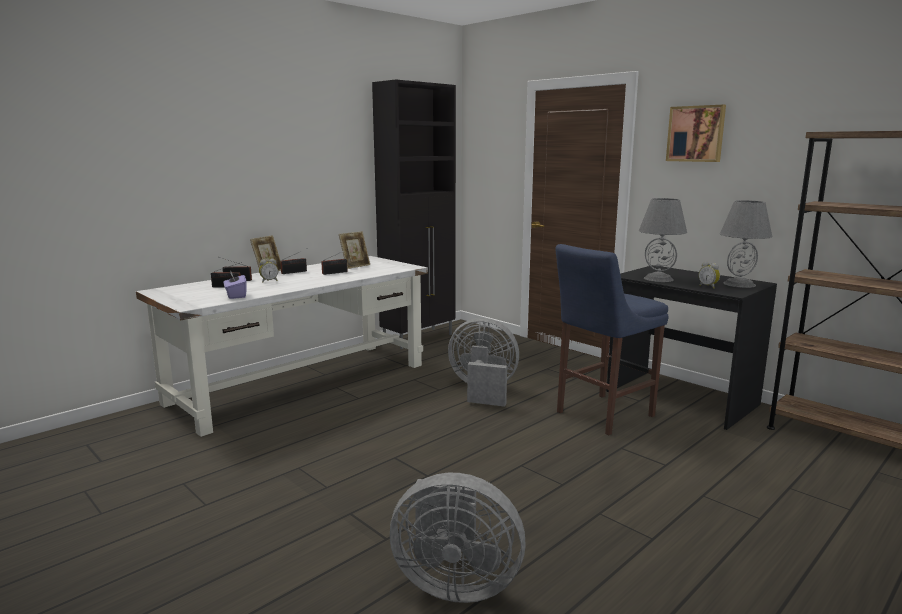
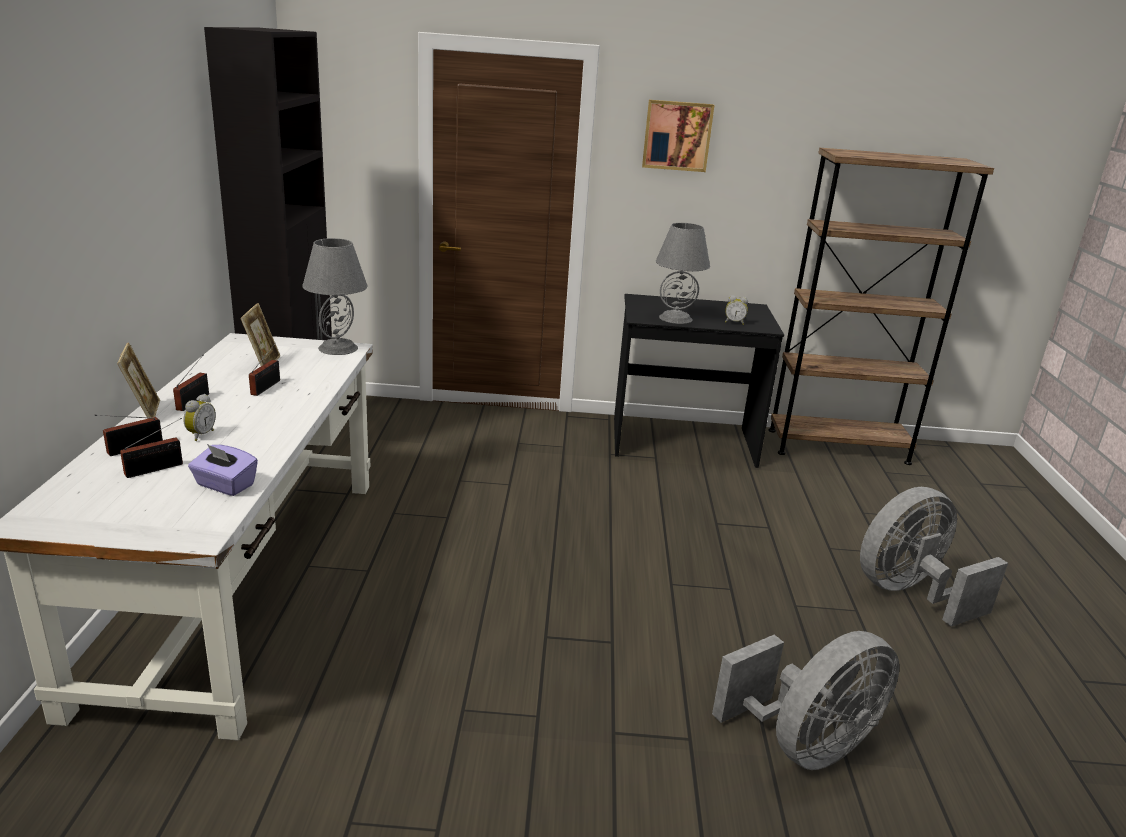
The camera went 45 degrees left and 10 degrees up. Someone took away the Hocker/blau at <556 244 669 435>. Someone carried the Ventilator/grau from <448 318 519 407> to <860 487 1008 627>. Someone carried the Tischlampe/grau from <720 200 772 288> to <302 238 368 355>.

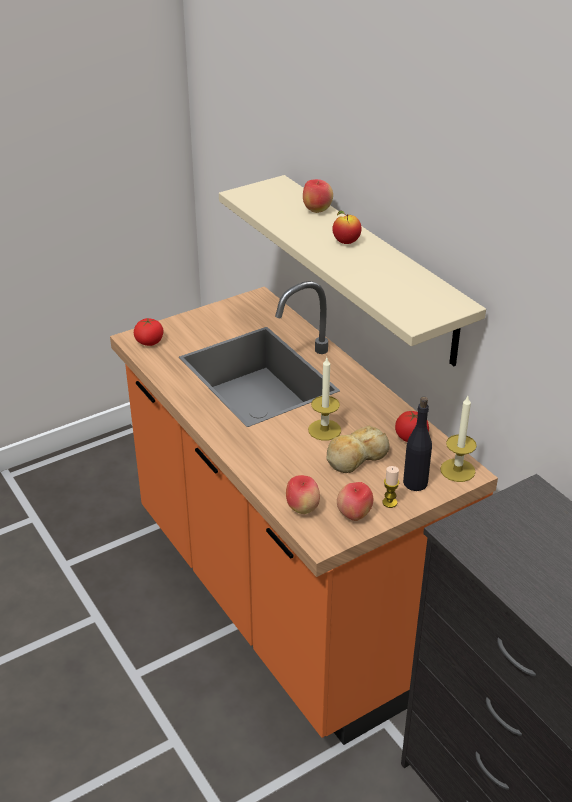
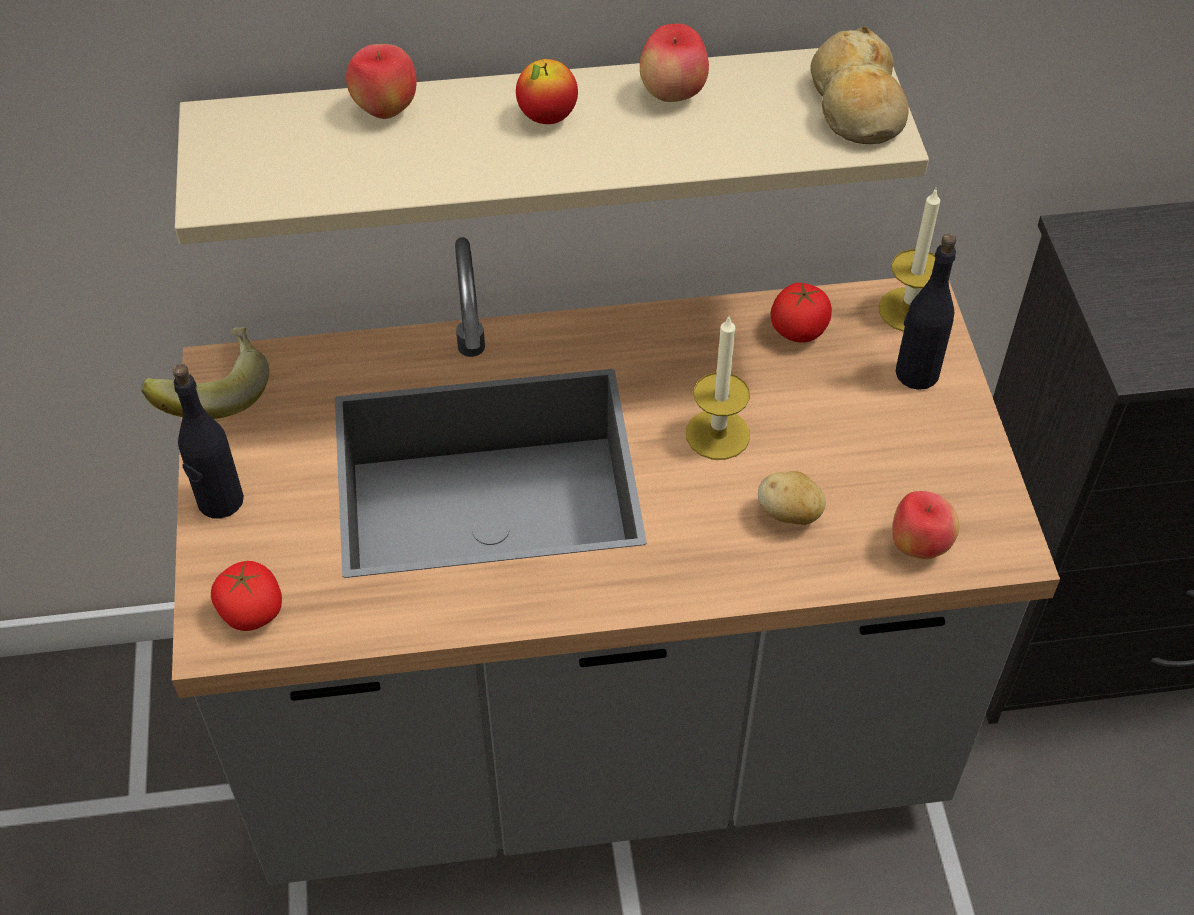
The camera went 65 degrees left and 15 degrees up. Someone took away the Kerze at <382 466 399 508>. Someone put down the Banane at <141 327 269 419>. Someone put down the Flasche/schwarz at <173 364 244 519>. Someone put down the Kartoffel at <758 471 826 525>. Someone carried the Brot from <326 426 390 473> to <811 26 909 144>. Someone carried the Apfel from <337 482 373 521> to <640 24 709 102>. Someone repainted the Küchenzeile/orange at <110 281 498 745>, which became the Küchenzeile/grau at <172 237 1060 885>.

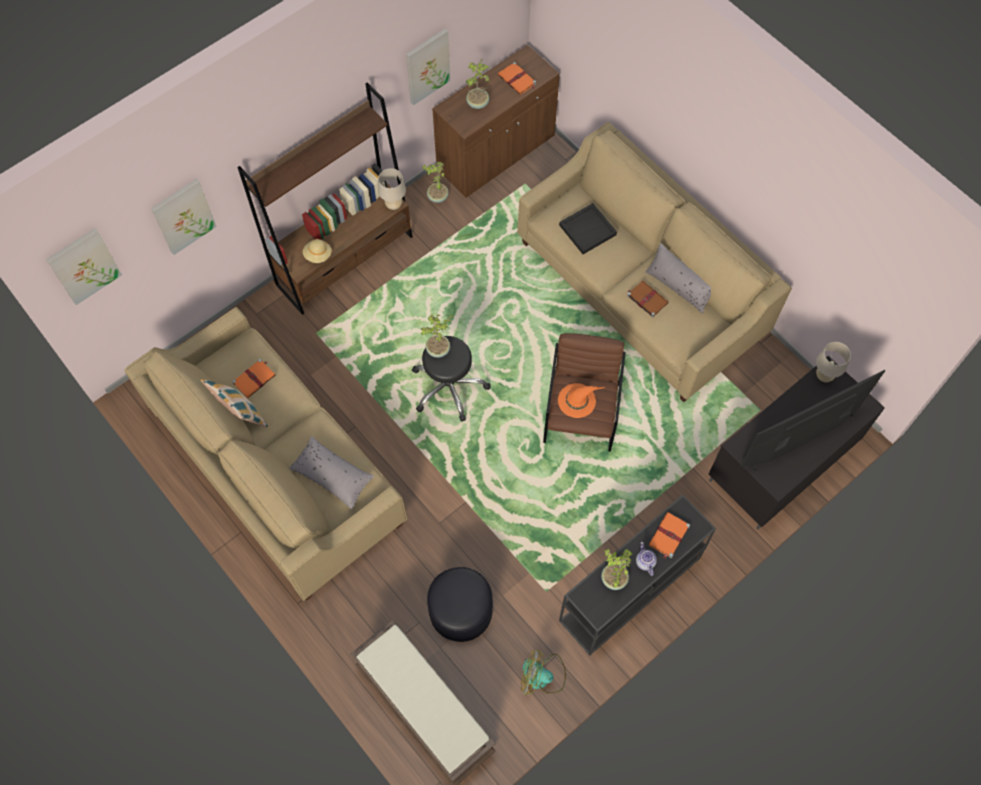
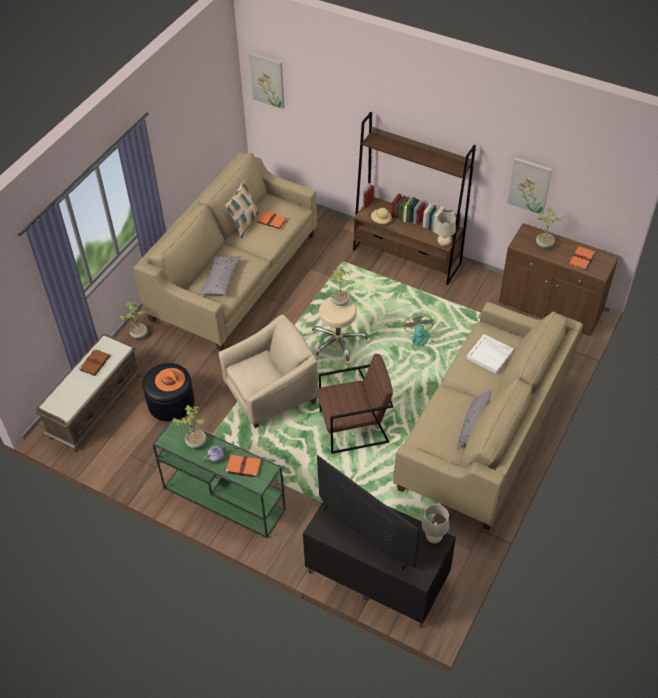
The camera went 70 degrees right and 15 degrees down. Someone took away the Bild at <151 179 217 255>. Someone put down the Sessel/beige at <219 314 318 428>. Someone carried the Topfpflanze from <422 162 449 203> to <119 302 148 339>. Someone carried the Ventilator from <521 650 566 694> to <403 314 434 355>. Someone carried the Hut/orange from <558 383 605 418> to <155 368 185 391>. Someone carried the Buch/braun from <627 280 669 318> to <79 349 110 376>. Someone repainted the Hocker/schwarz at <412 336 491 422>, which became the Hocker/beige at <309 297 370 366>. Someone repainted the Tablett/schwarz at <559 203 617 254>, which became the Tablett/weiß at <466 334 514 374>. Someone repainted the Konsolentisch/schwarz at <559 495 716 656>, which became the Konsolentisch/grün at <152 418 286 538>.

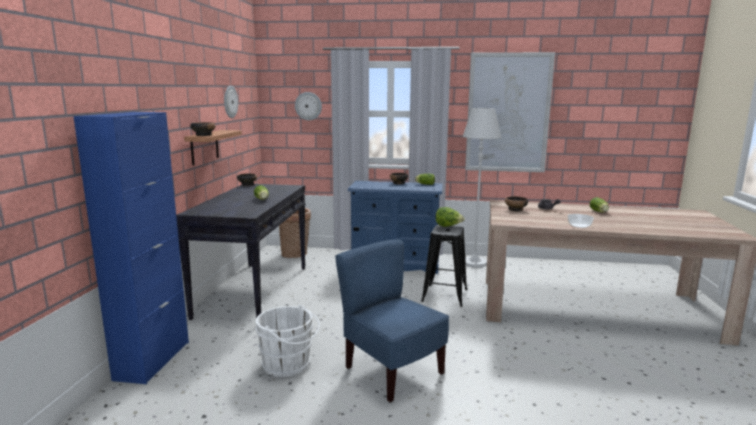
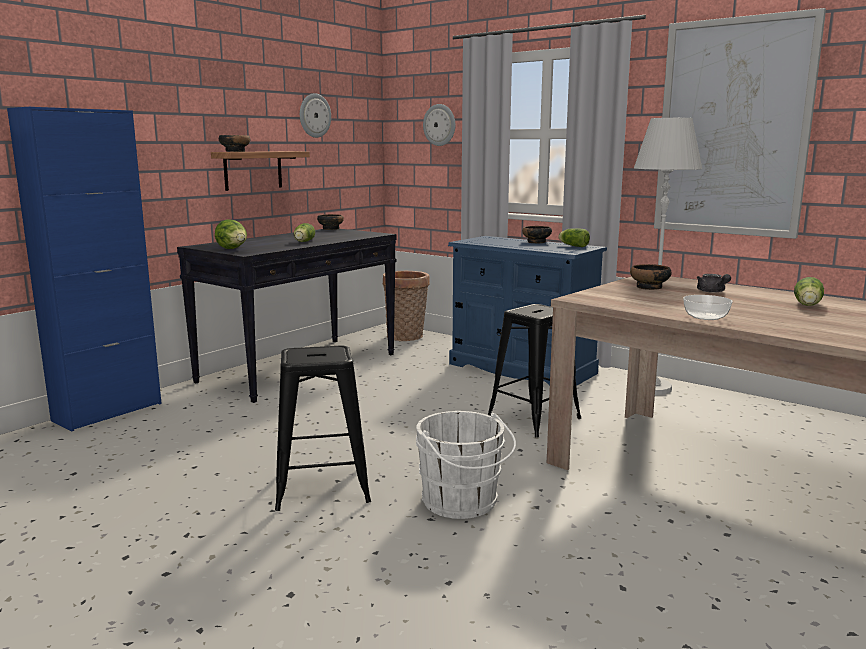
The camera went 30 degrees right and 0 degrees up. Someone carried the Eimer/weiß from <255 305 320 377> to <416 411 516 519>. Someone carried the Salatkopf from <435 207 465 227> to <215 219 247 249>. Someone swapped the Stuhl/blau at <335 239 449 403> for the Hocker/schwarz at <275 345 371 511>.

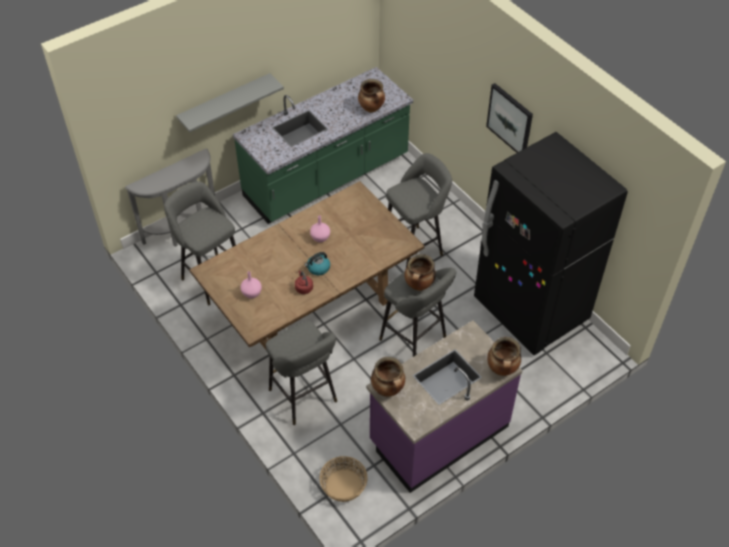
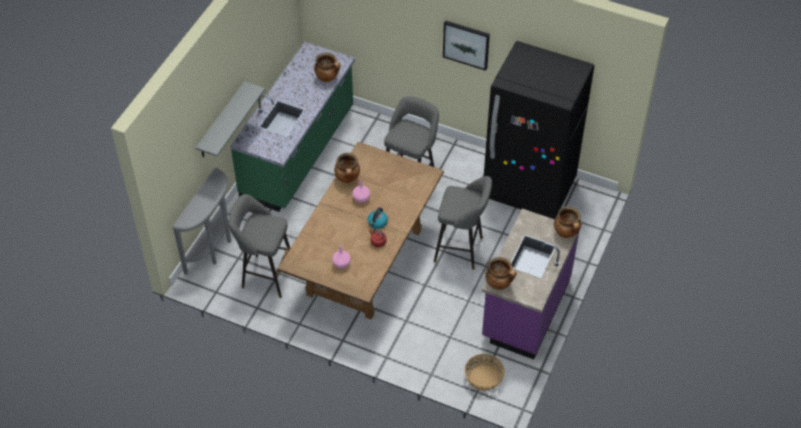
The camera went 30 degrees left and 0 degrees up. Someone took away the Hocker/grau at <266 321 337 425>. Someone carried the Kochtopf from <404 254 436 291> to <334 153 360 183>.

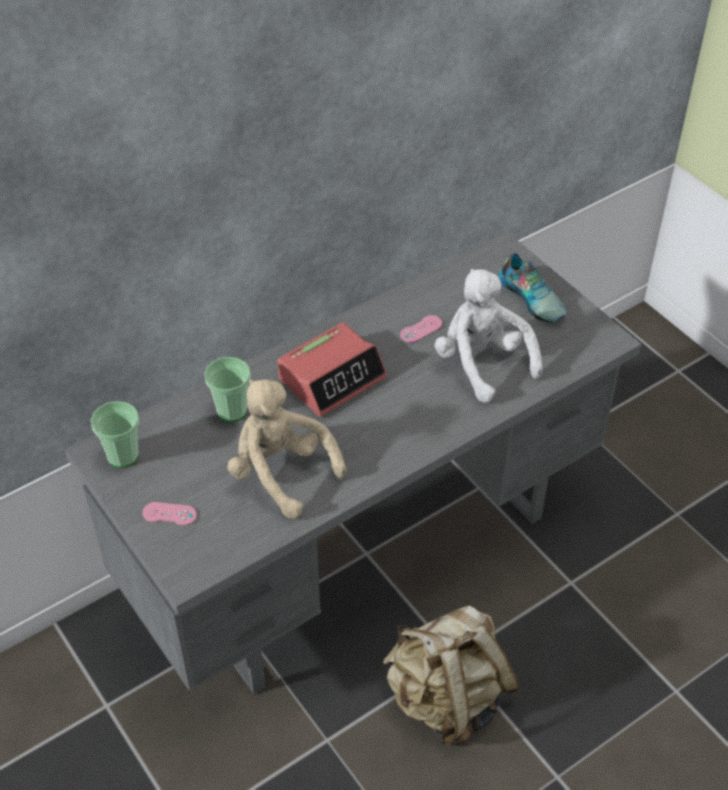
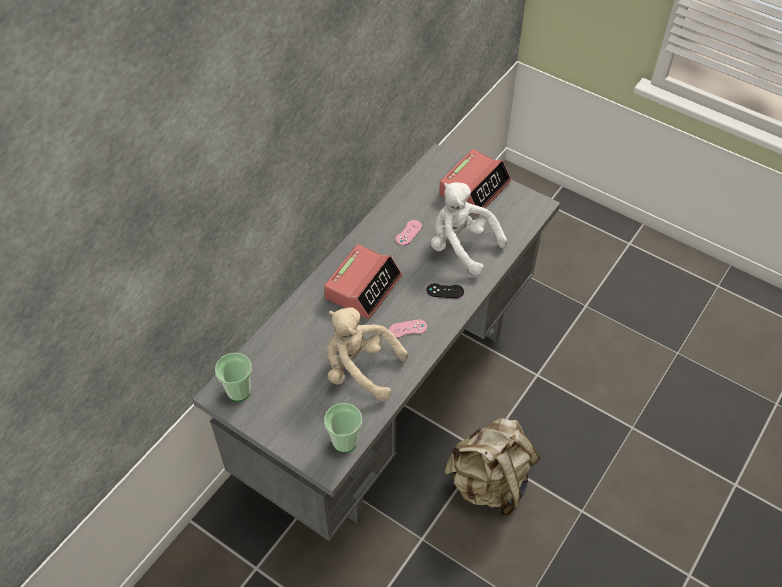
The camera went 20 degrees left and 5 degrees up. Someone put down the Gamepad/schwarz at <426 283 464 298>. Someone carried the Gamepad/rosa from <142 502 197 526> to <389 319 427 338>. Someone carried the Tasse from <204 357 251 422> to <324 403 362 453>. Someone swapped the Schuh at <499 253 567 323> for the Wecker at <439 149 511 215>.

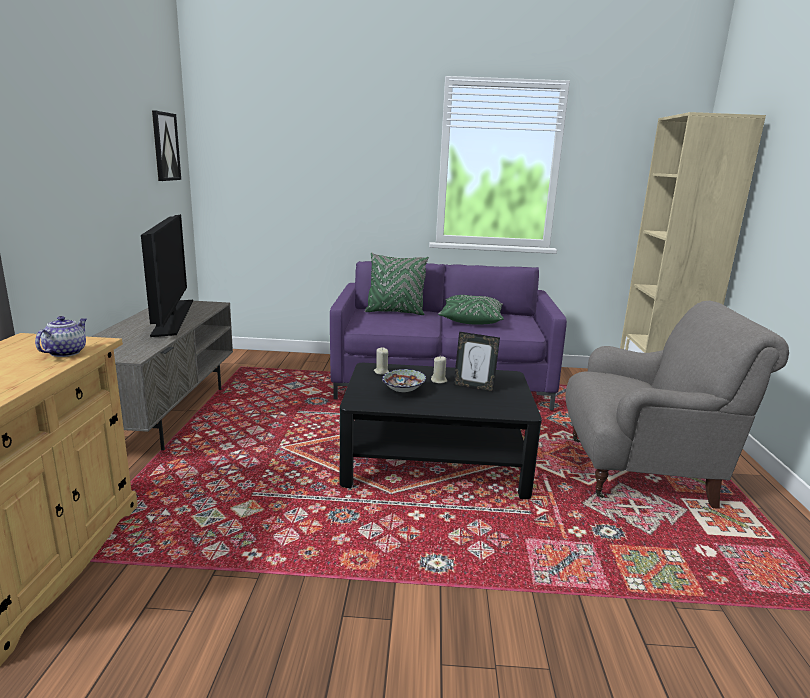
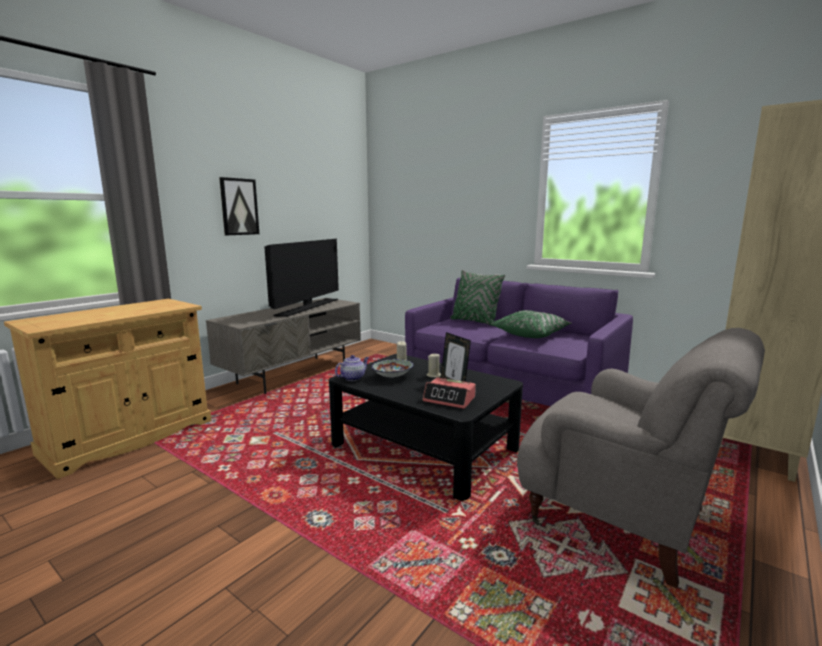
The camera went 35 degrees right and 5 degrees down. Someone put down the Wecker at <423 377 476 409>. Someone carried the Teekanne from <35 316 87 357> to <335 355 369 381>. Someone carried the Bild from <152 110 181 181> to <219 177 259 235>.

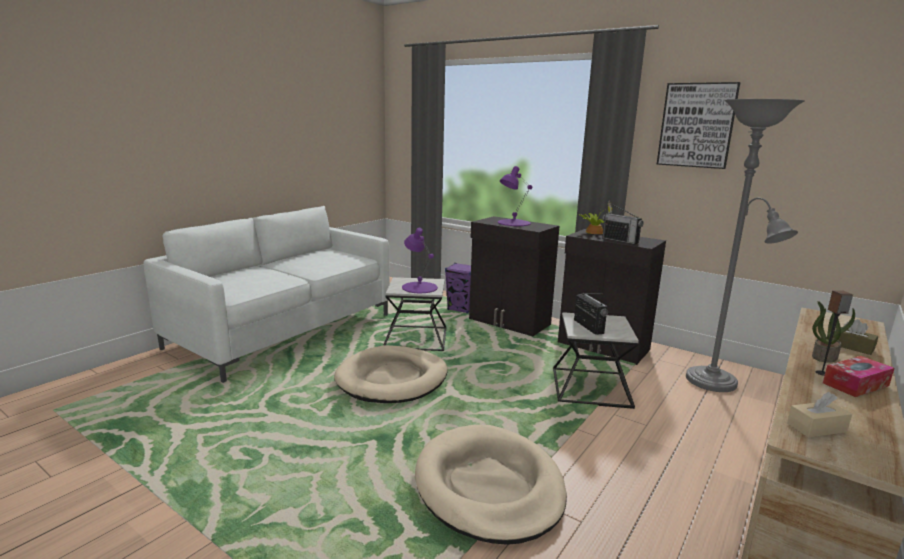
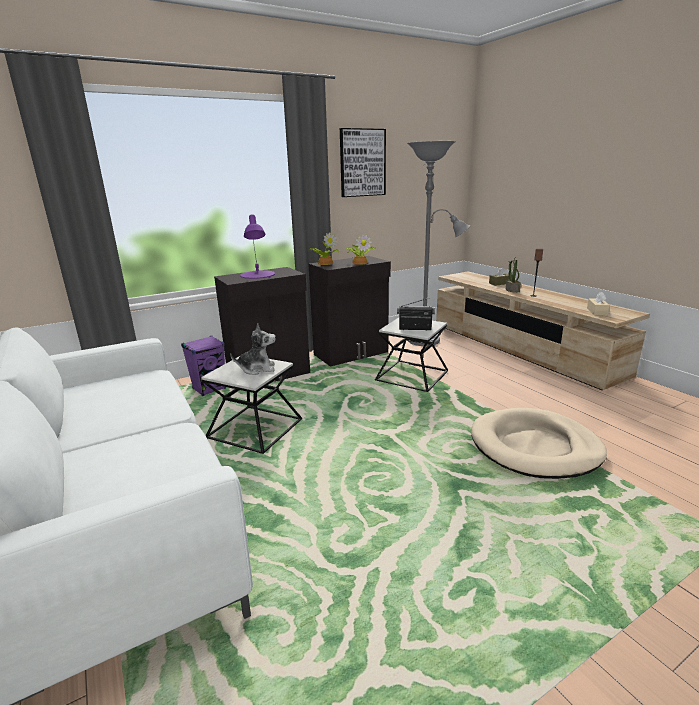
The camera went 65 degrees left and 5 degrees up. Someone took away the Hundebett/beige at <334 345 448 403>. Someone took away the Taschentuchbox at <823 356 894 397>. Someone swapped the Tischlampe/lila at <402 228 438 293> for the Plüschtier at <230 323 276 375>. Someone swapped the Radio at <602 204 643 244> for the Topfpflanze at <346 234 375 265>.

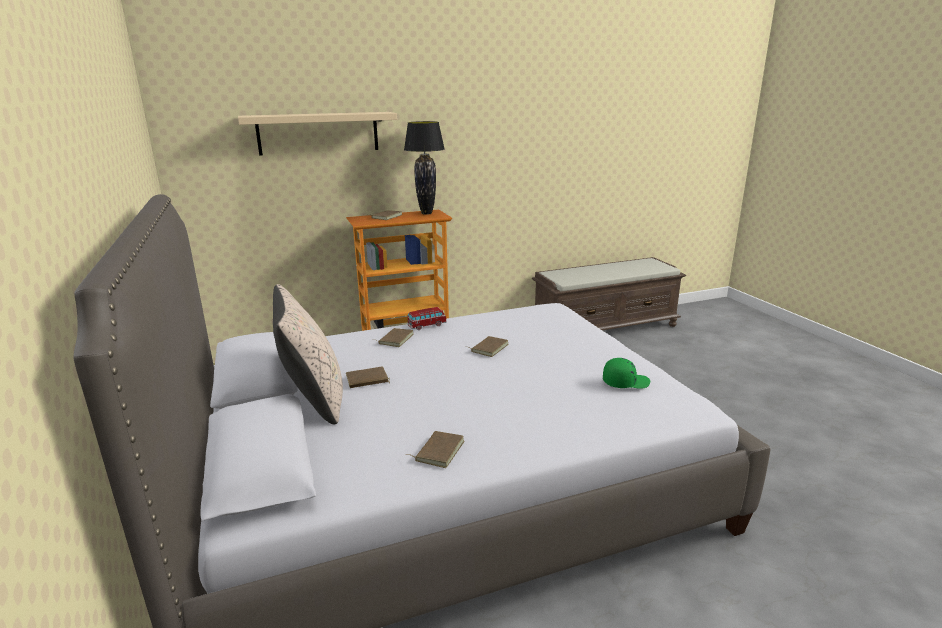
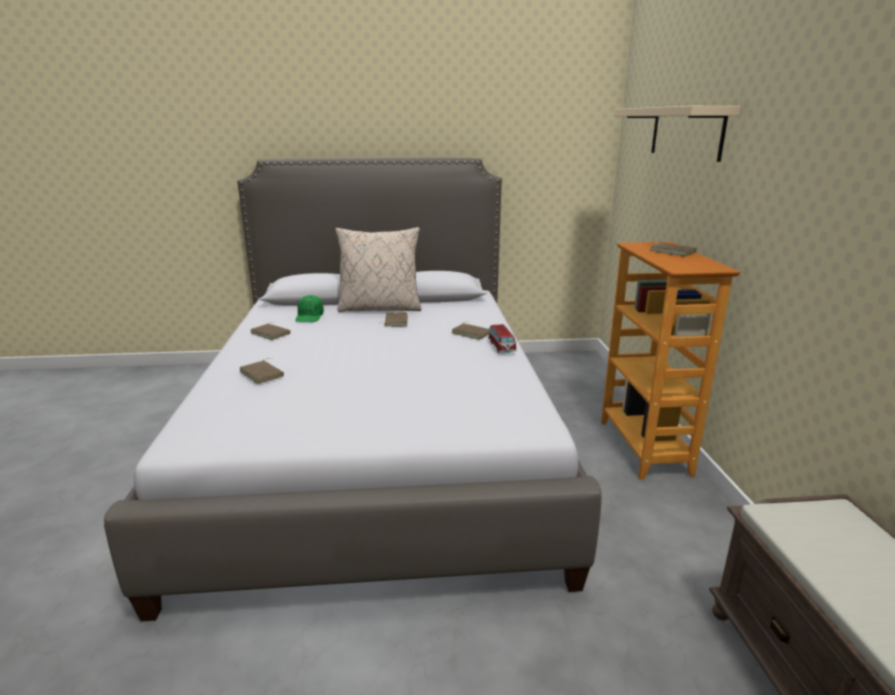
The camera went 105 degrees right and 0 degrees up. Someone took away the Tischlampe/schwarz at <404 121 445 215>. Someone carried the Buch/braun from <471 336 509 357> to <239 360 284 384>. Someone carried the Kappe/grün from <603 358 650 389> to <295 295 324 322>.

